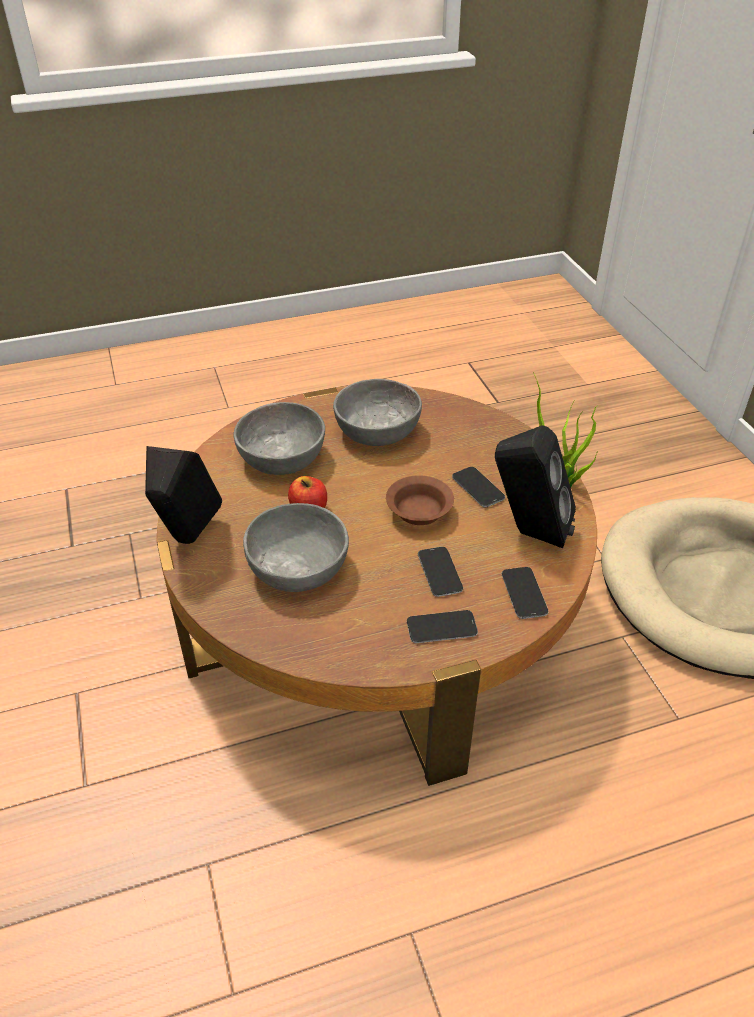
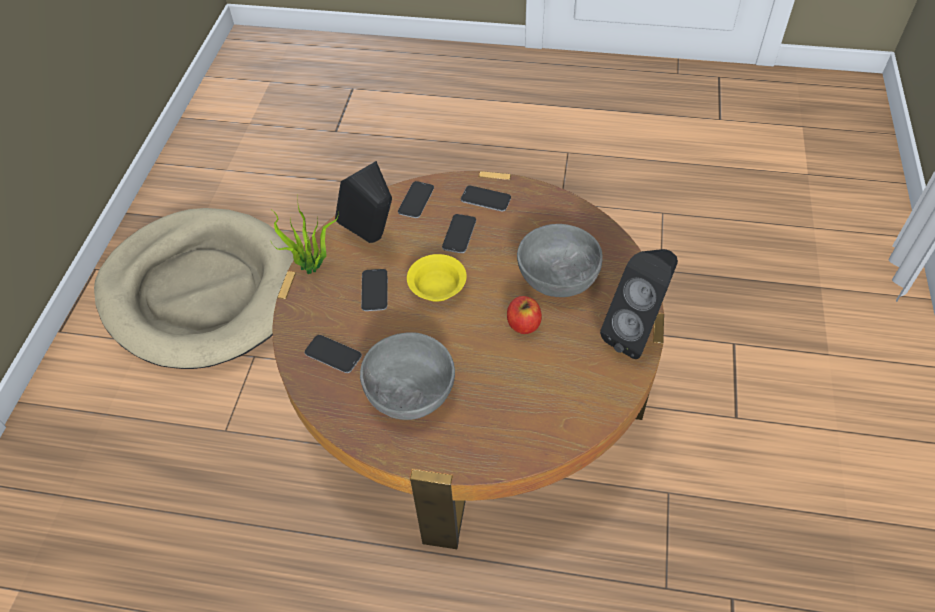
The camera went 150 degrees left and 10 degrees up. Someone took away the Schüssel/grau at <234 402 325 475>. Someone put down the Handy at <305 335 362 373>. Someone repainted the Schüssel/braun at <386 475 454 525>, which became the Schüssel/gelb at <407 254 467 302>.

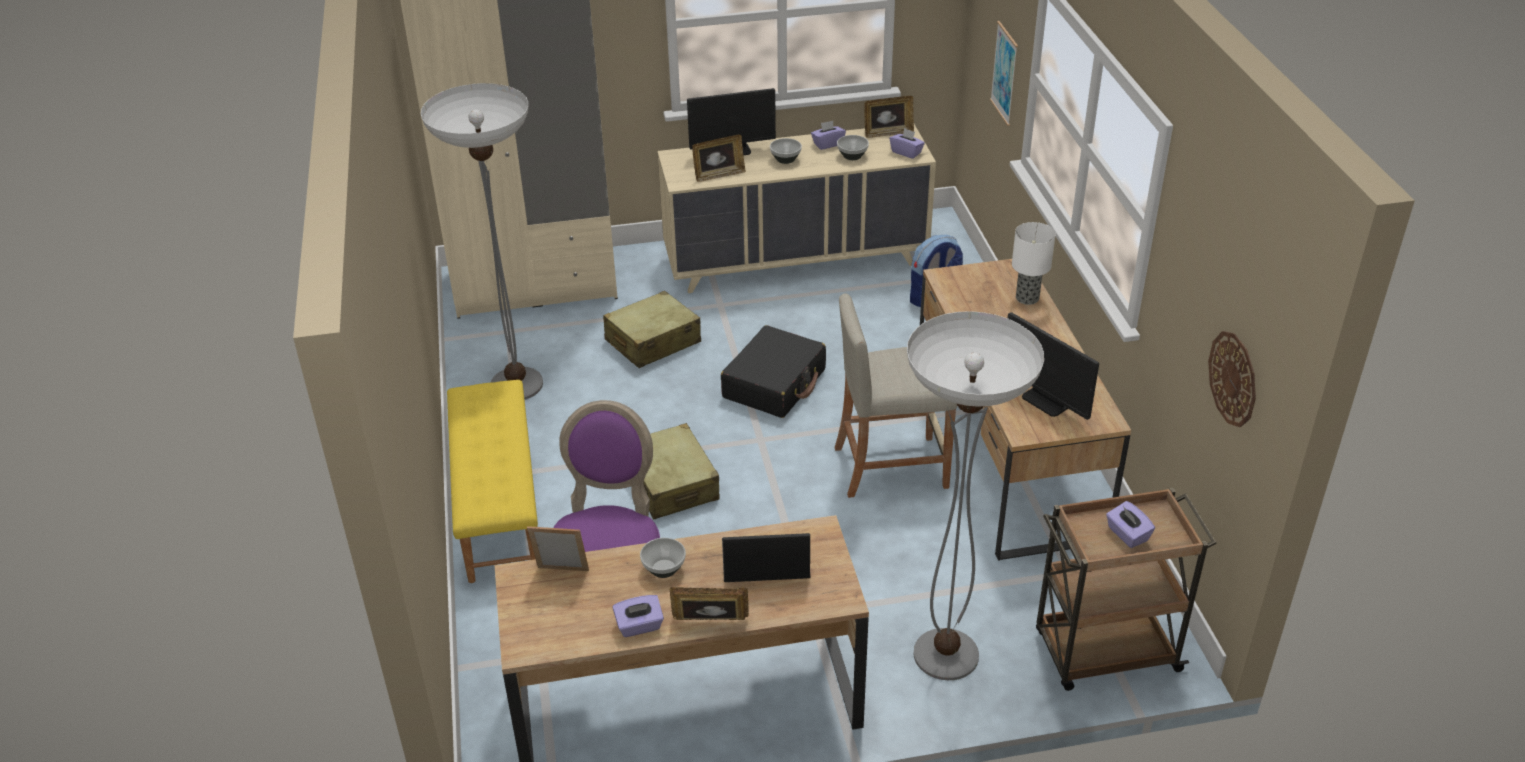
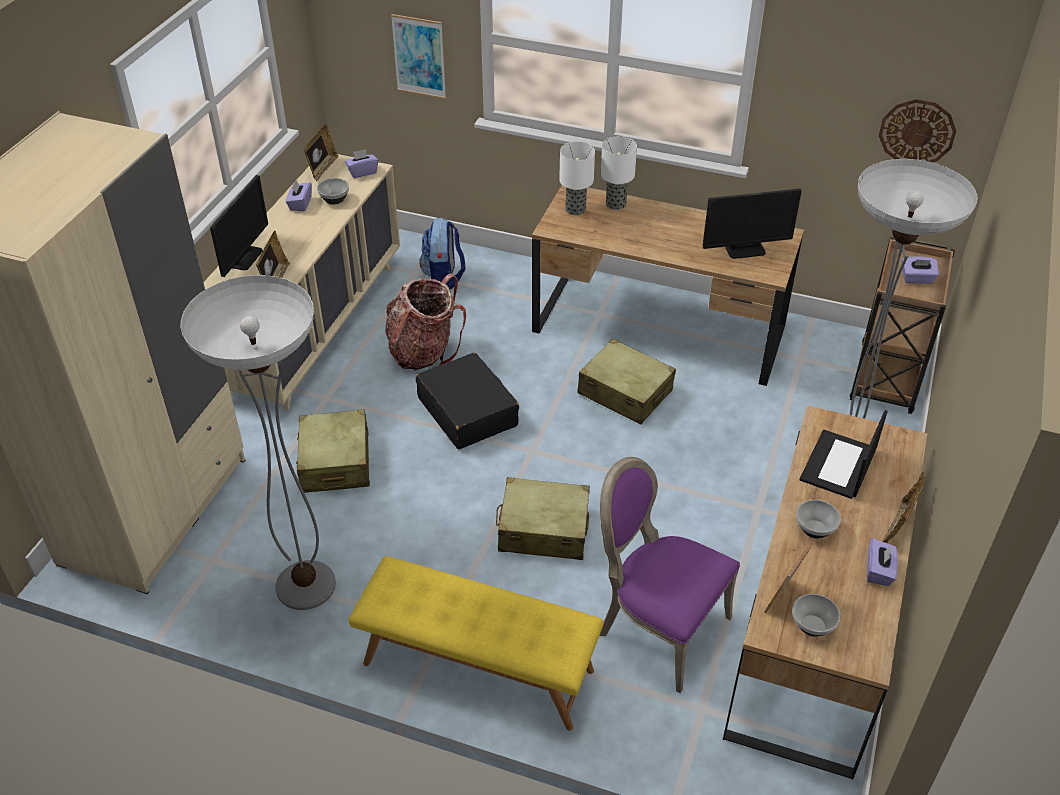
The camera went 60 degrees left and 5 degrees up. Someone put down the Rucksack at <386 274 466 371>. Someone put down the Tischlampe at <559 142 595 215>. Someone carried the Schüssel from <770 138 802 164> to <792 594 840 637>. Someone swapped the Hocker/beige at <835 294 957 498> for the Koffer/beige at <577 339 676 425>.

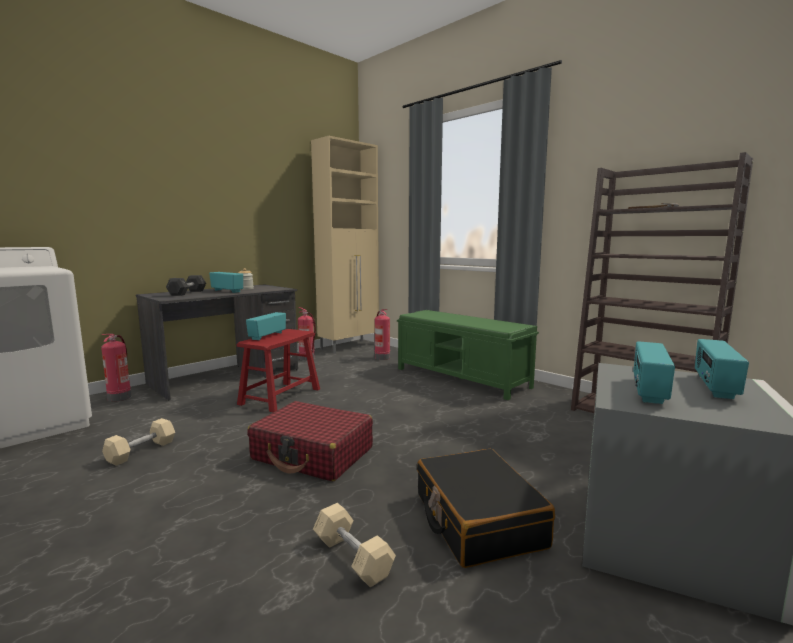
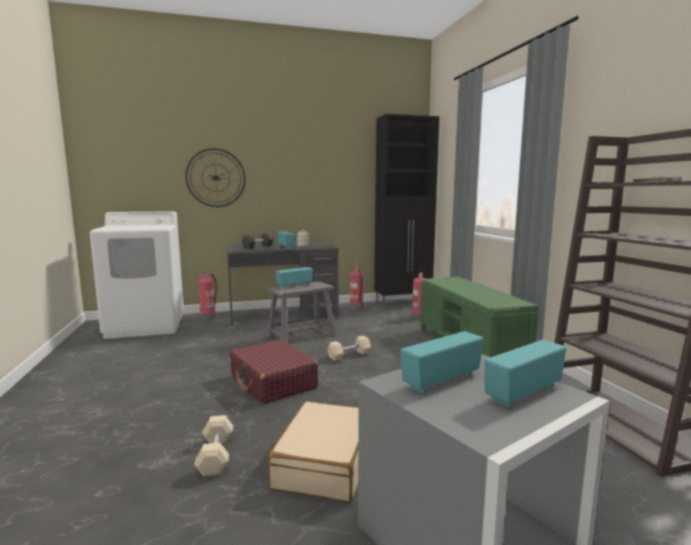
The camera went 30 degrees right and 0 degrees up. Someone put up the Wanduhr at <185 148 246 207>. Someone carried the Hantel/beige from <102 418 175 466> to <328 336 371 361>. Someone repainted the Hocker/rot at <237 329 320 412>, which became the Hocker/grau at <267 282 336 343>. Someone repainted the Schrank/beige at <311 136 379 354>, which became the Schrank/schwarz at <374 114 439 307>. Someone repainted the Koffer/schwarz at <417 449 555 568>, which became the Koffer/beige at <268 401 359 502>.

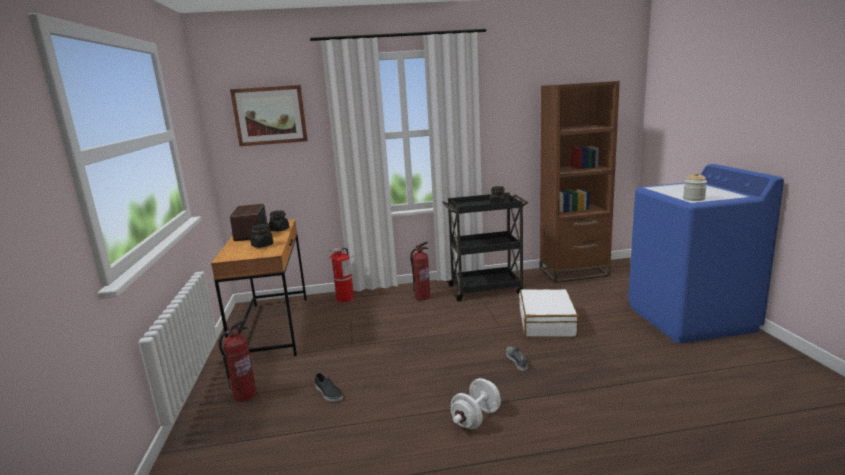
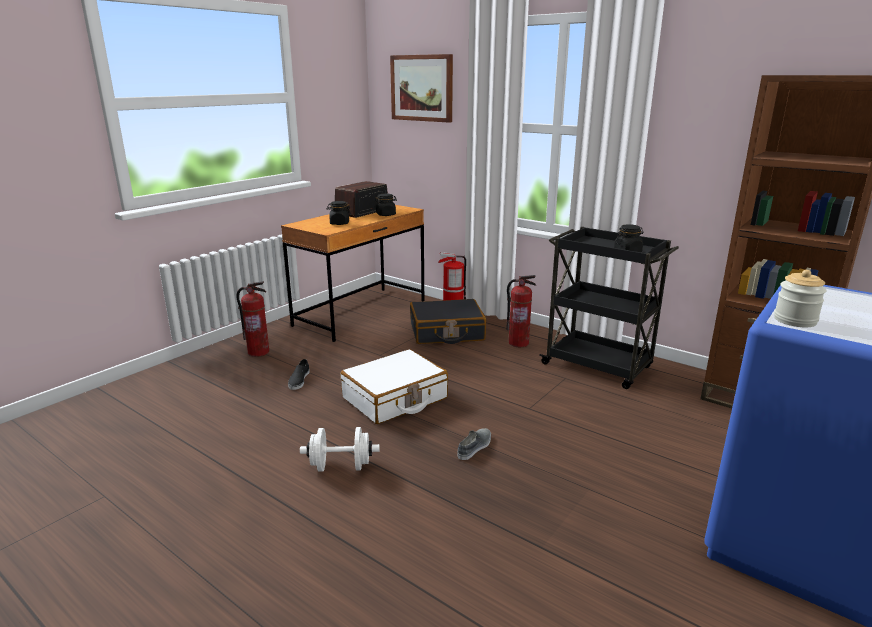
The camera went 45 degrees right and 5 degrees up. Someone put down the Koffer/schwarz at <410 299 486 344>. Someone carried the Koffer/weiß from <519 289 579 337> to <340 349 448 424>.

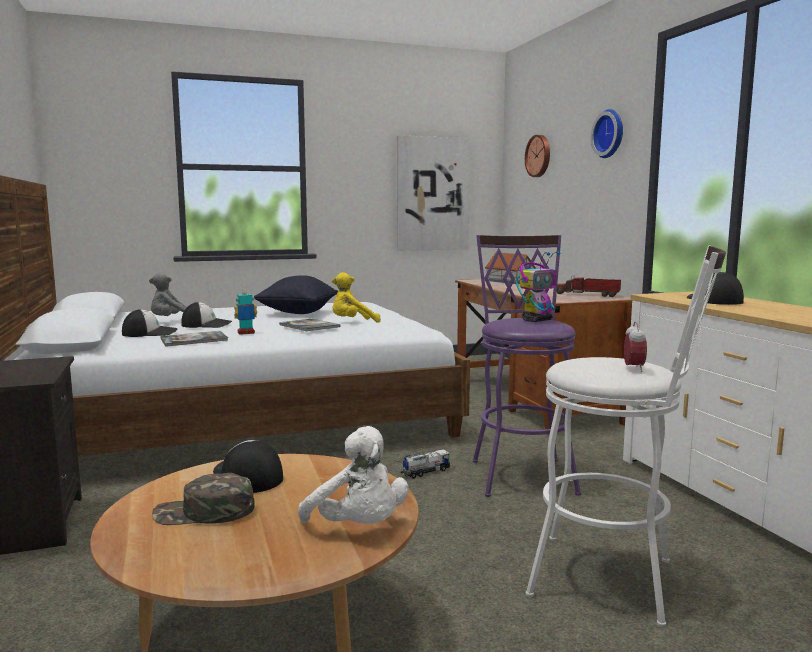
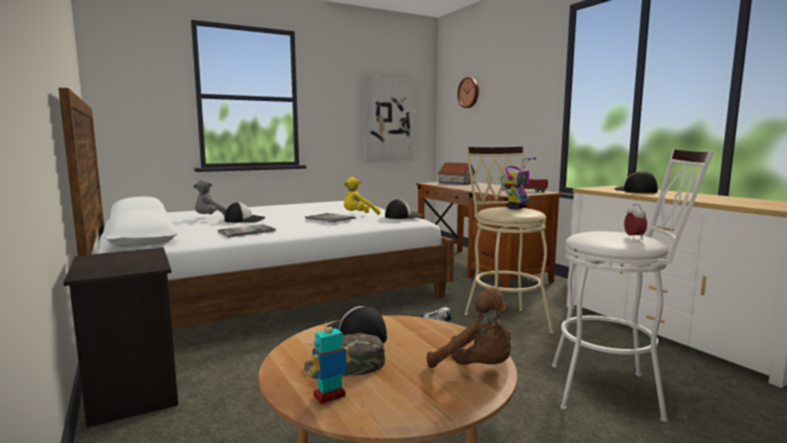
The camera went 10 degrees left and 0 degrees up. Someone took away the Kissen/schwarz at <254 275 338 314>. Someone took away the Wanduhr at <591 109 623 158>. Someone carried the Kappe from <122 309 178 337> to <385 199 422 219>. Someone carried the Spielzeugroboter from <234 290 257 335> to <310 319 350 404>. Someone repainted the Plüschtier/weiß at <298 426 408 524>, which became the Plüschtier/braun at <427 288 511 368>. Someone repainted the Hocker/lila at <473 235 581 497>, which became the Hocker/beige at <464 146 554 334>.

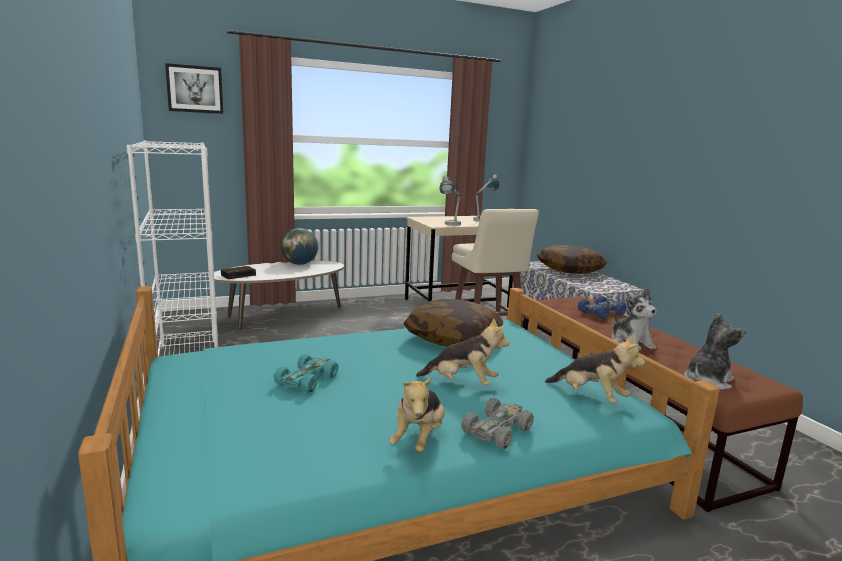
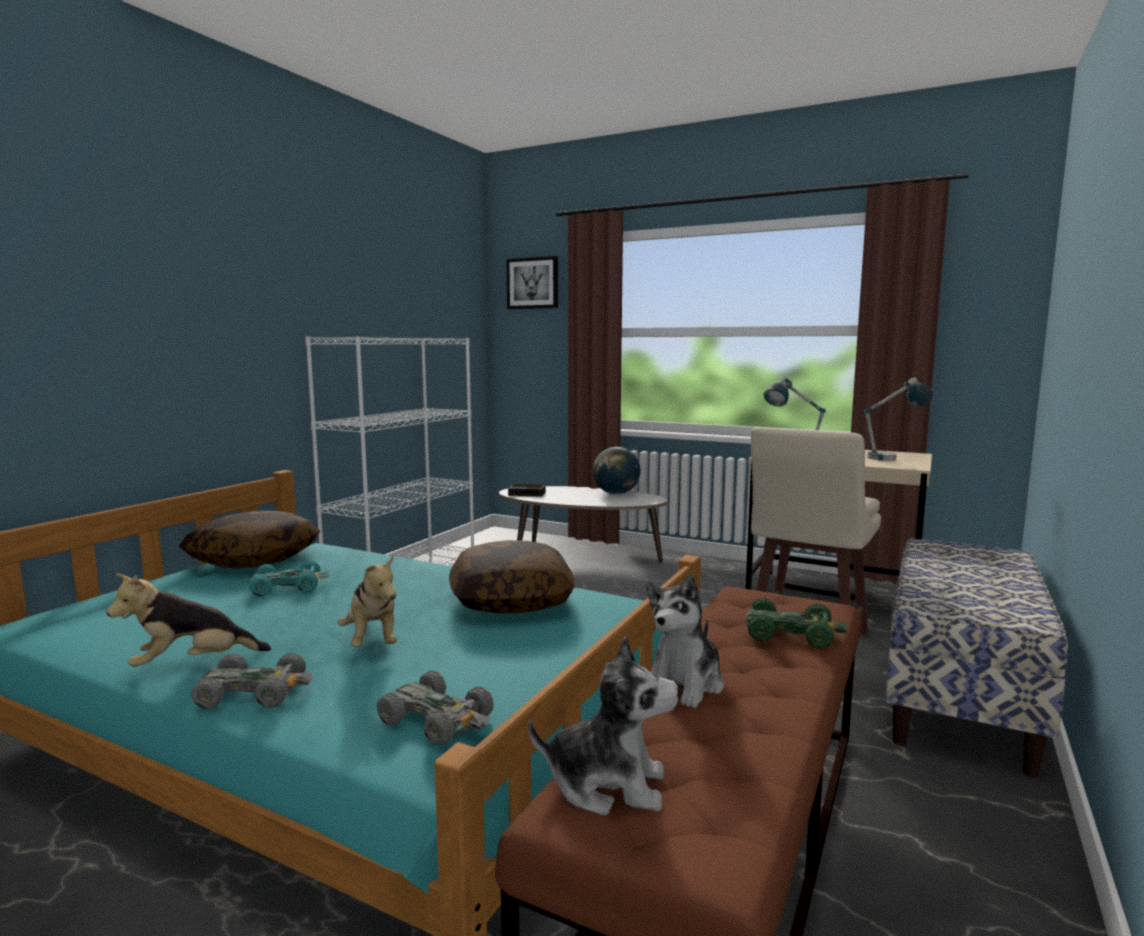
The camera went 50 degrees right and 5 degrees down. Someone carried the Kissen from <537 245 607 274> to <179 511 320 569>. Someone swapped the Plüschtier at <545 334 645 403> for the Spielzeugauto/grau at <377 671 494 746>. Someone repainted the Spielzeugauto/blau at <578 296 627 319>, which became the Spielzeugauto/grün at <746 598 847 648>.

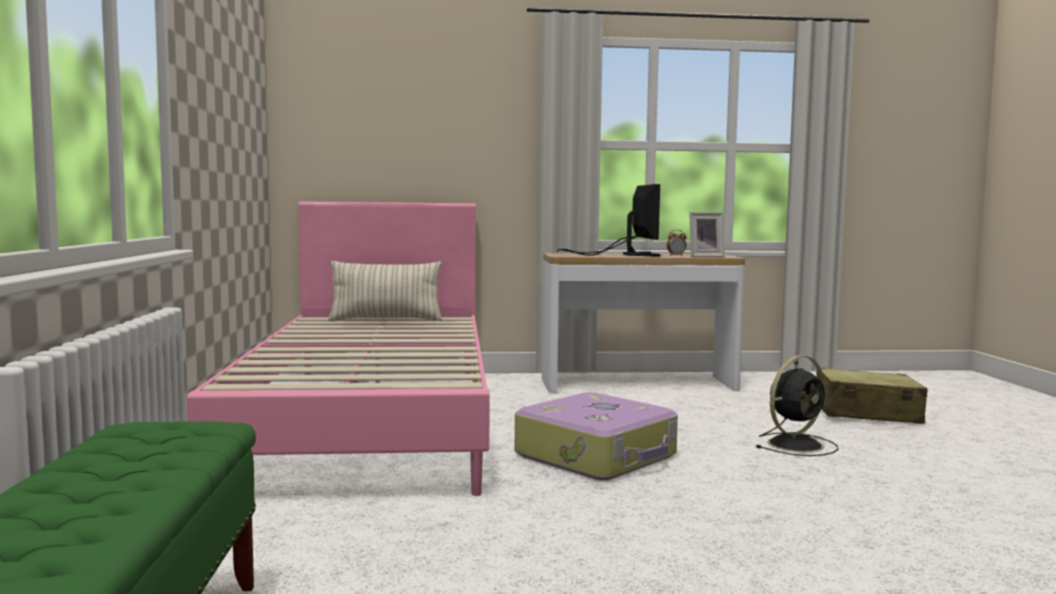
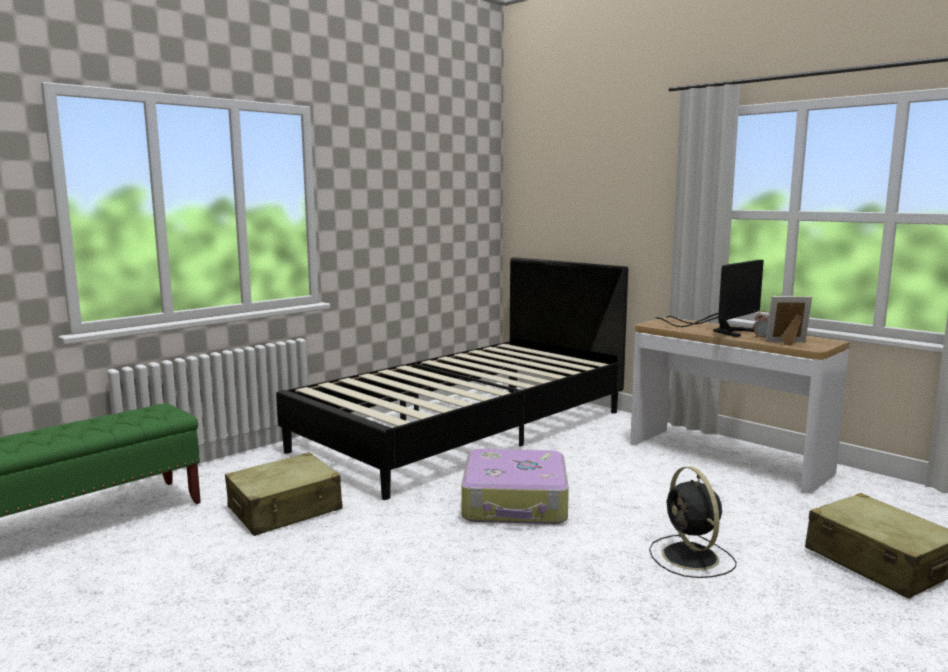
The camera went 50 degrees right and 5 degrees up. Someone took away the Kissen at <328 261 442 322>. Someone put down the Koffer/beige at <225 452 343 536>. Someone repainted the Bett/rosa at <187 201 490 496>, which became the Bett/schwarz at <276 257 628 500>. Someone rotated the Bilderrahmen at <689 212 725 257> by 150 degrees clockwise. Someone rotated the Ventilator/schwarz at <756 355 838 456> by 60 degrees clockwise.

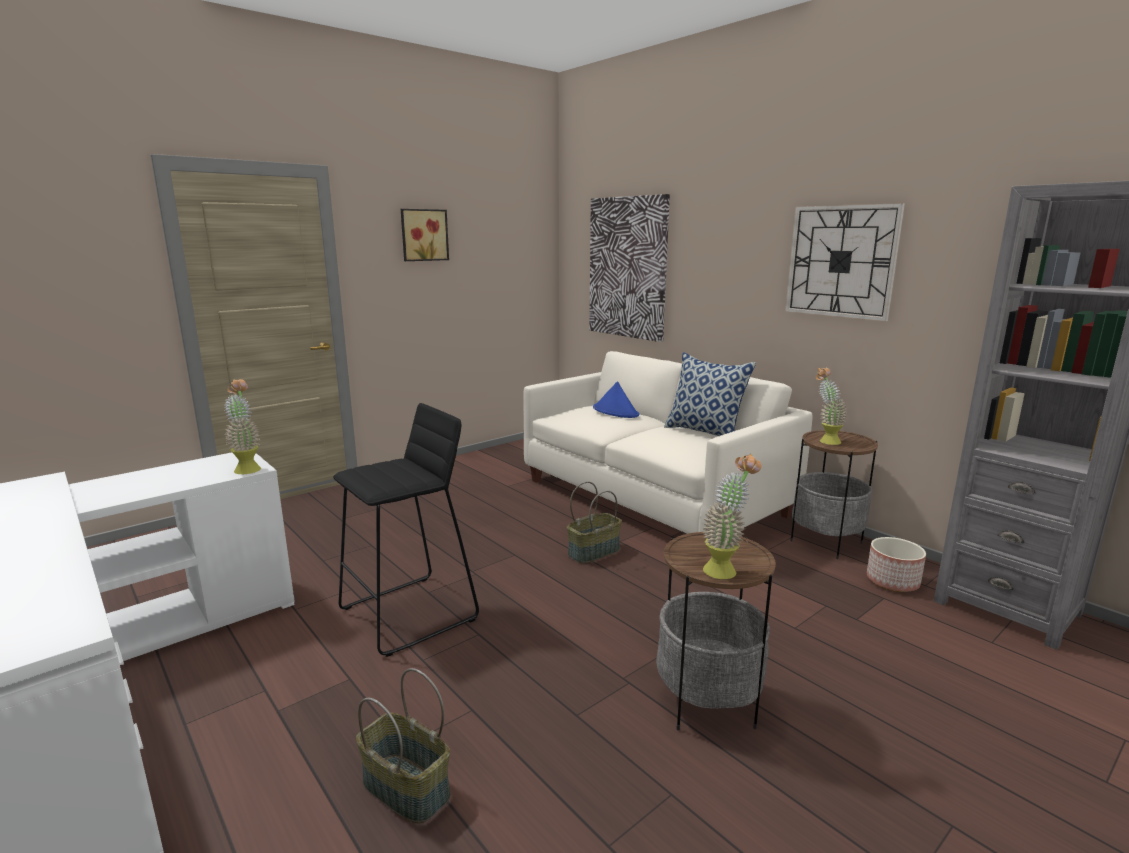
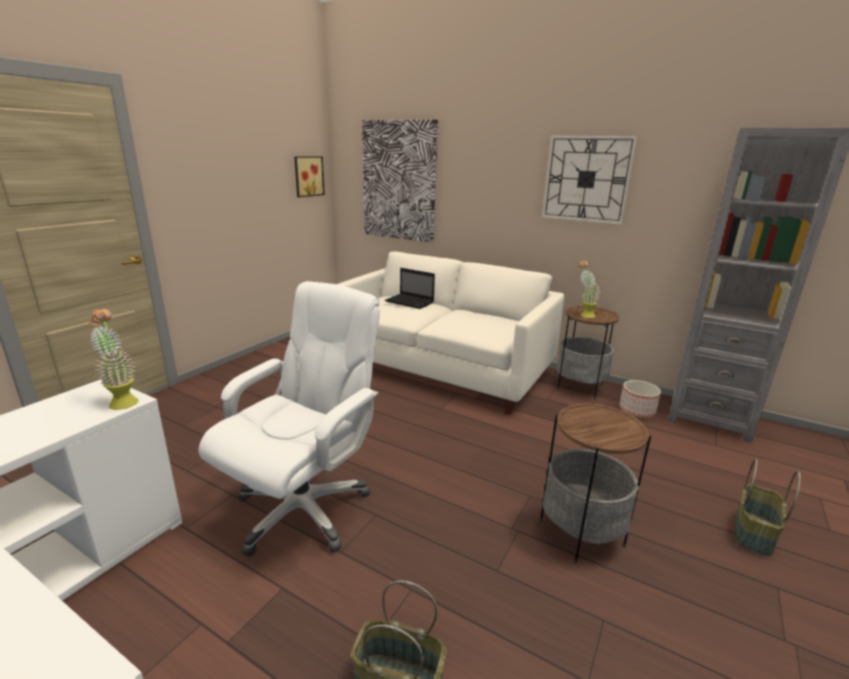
The camera went 20 degrees left and 5 degrees up. Someone took away the Kissen at <664 352 756 436>. Someone took away the Topfpflanze at <703 454 761 579>. Someone carried the Bild from <401 209 449 261> to <294 156 325 197>. Someone carried the Korb from <567 481 622 564> to <735 459 801 556>. Someone swapped the Hocker/schwarz at <333 403 479 657> for the Bürostuhl/weiß at <199 281 380 557>. Someone swapped the Hut/blau at <593 381 639 418> for the Laptop at <385 268 435 309>.

